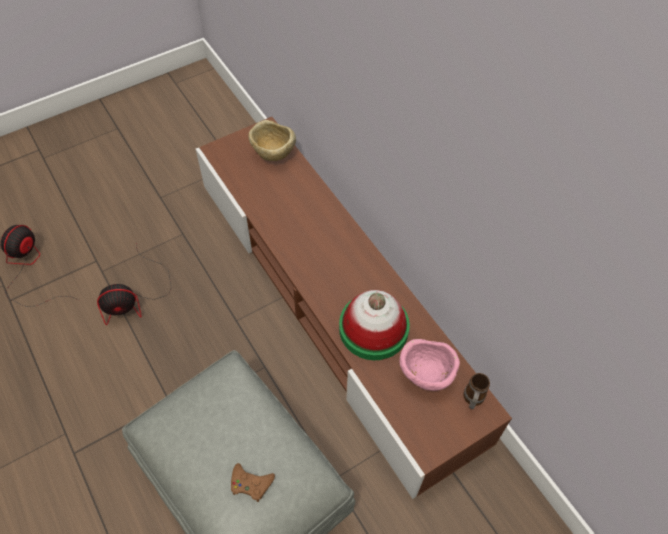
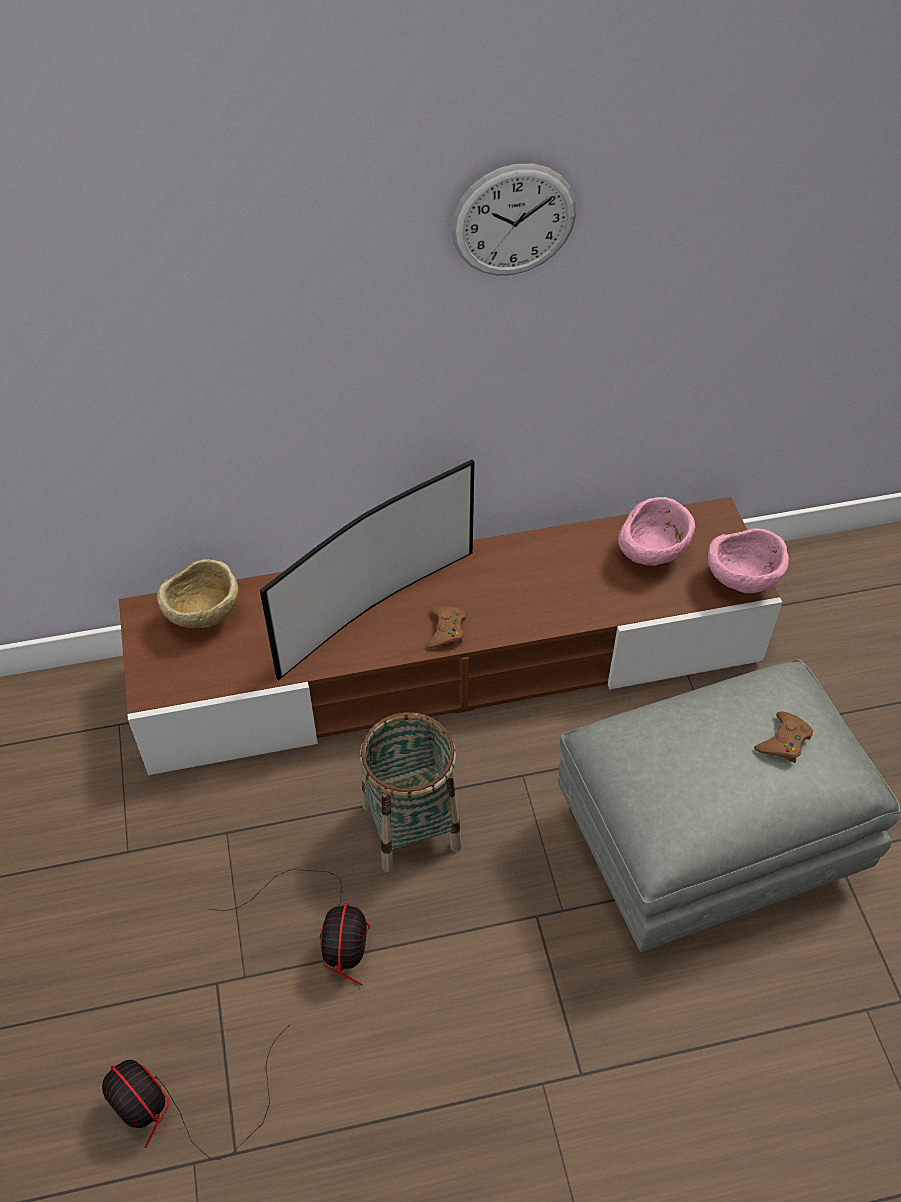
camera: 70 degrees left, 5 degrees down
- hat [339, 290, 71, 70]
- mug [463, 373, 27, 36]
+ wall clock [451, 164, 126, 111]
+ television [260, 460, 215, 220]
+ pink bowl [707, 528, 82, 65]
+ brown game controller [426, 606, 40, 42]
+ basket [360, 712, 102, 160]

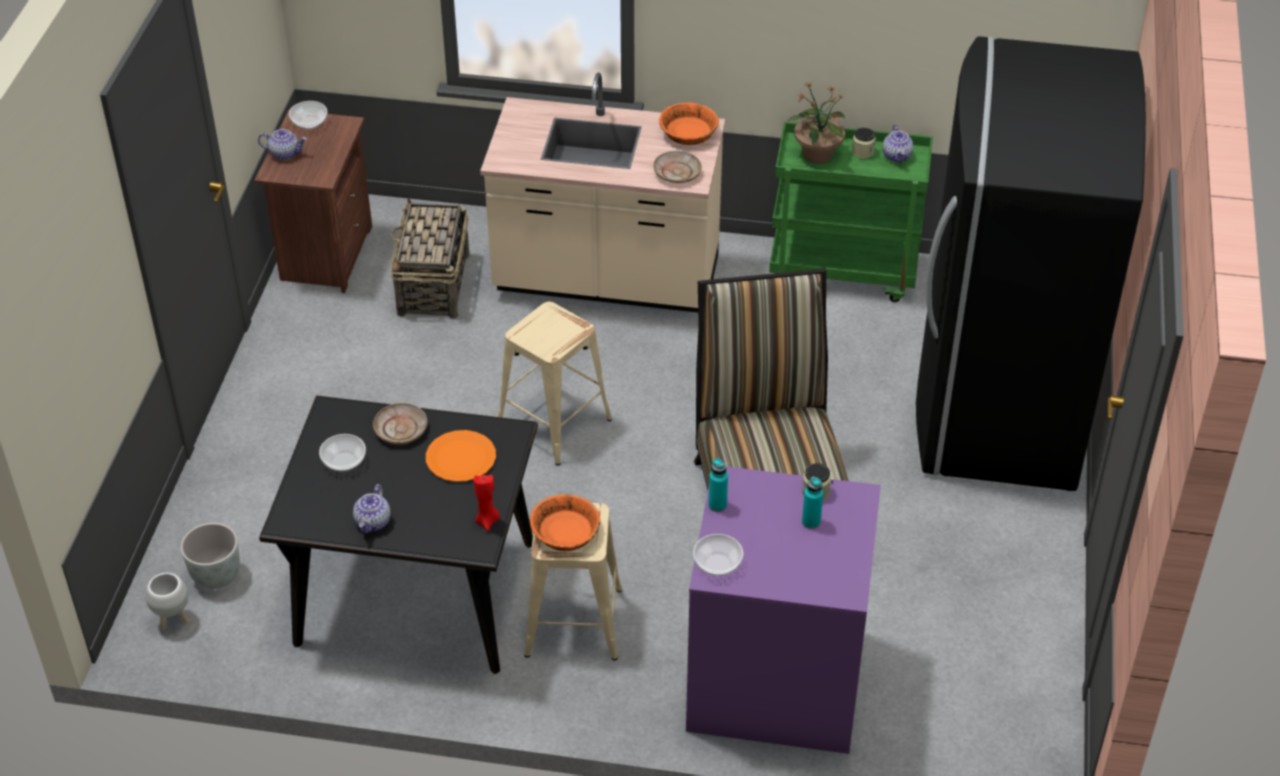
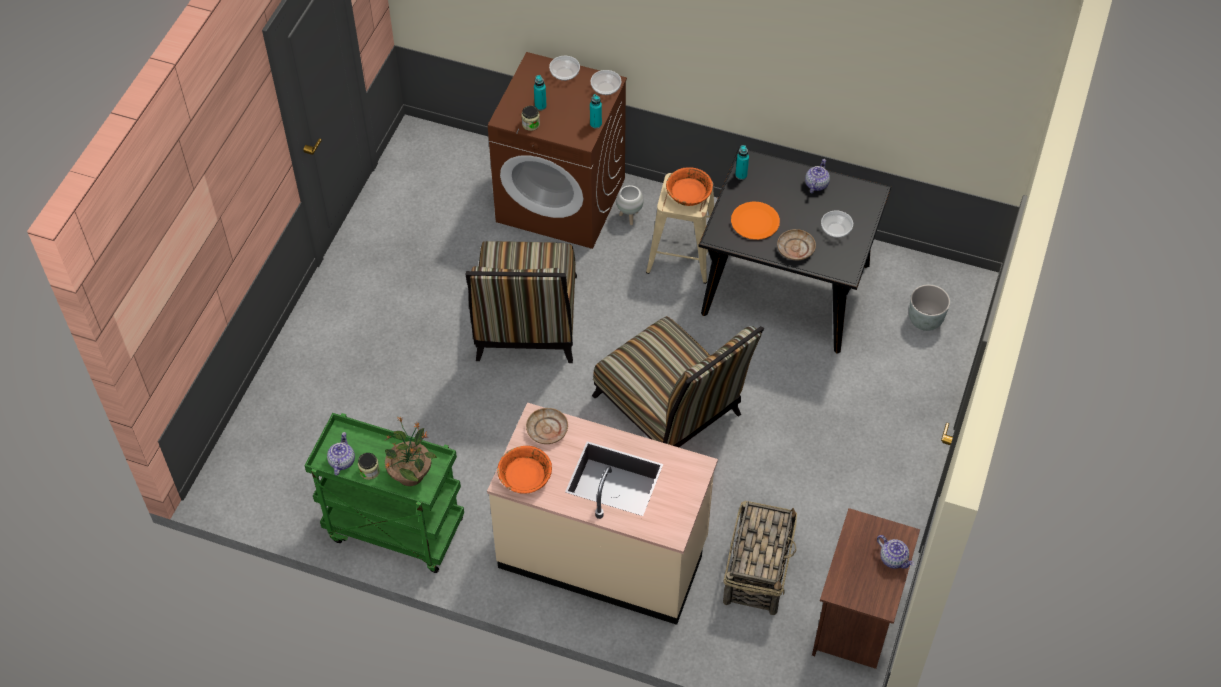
camera: 170 degrees left, 10 degrees up
- black fridge [916, 36, 230, 455]
~ bowl [289, 101, 38, 29] to [549, 56, 31, 25]
~ teapot [258, 129, 49, 31] = [877, 535, 37, 34] 150 degrees counterclockwise
~ beige stool [498, 302, 114, 164] to chair [592, 316, 172, 131]
~ purple washing machine [686, 466, 195, 288] to brown washing machine [488, 52, 139, 197]
~ red candle [473, 475, 26, 57] to turquoise bottle [735, 145, 14, 35]
~ white planter [146, 573, 43, 58] to [616, 185, 28, 40]

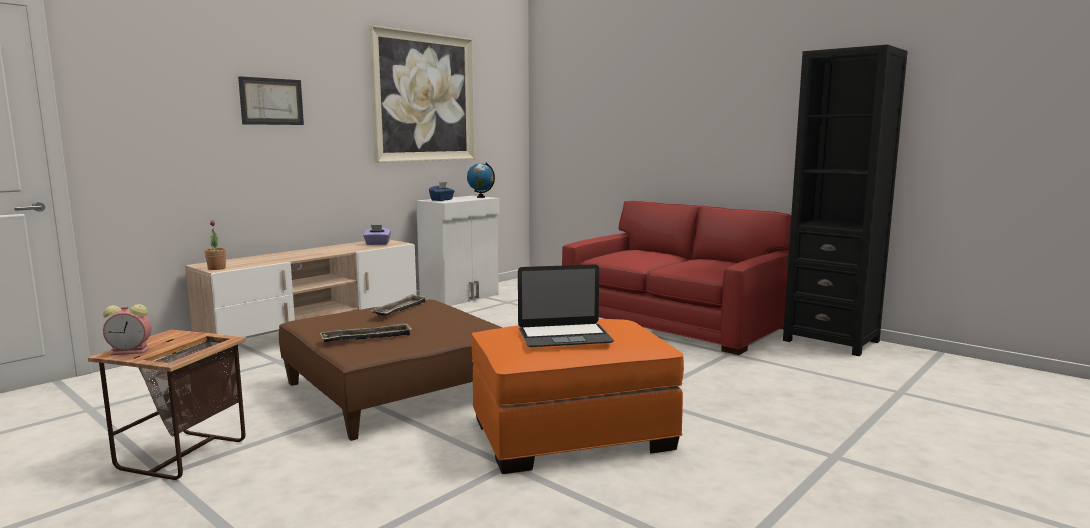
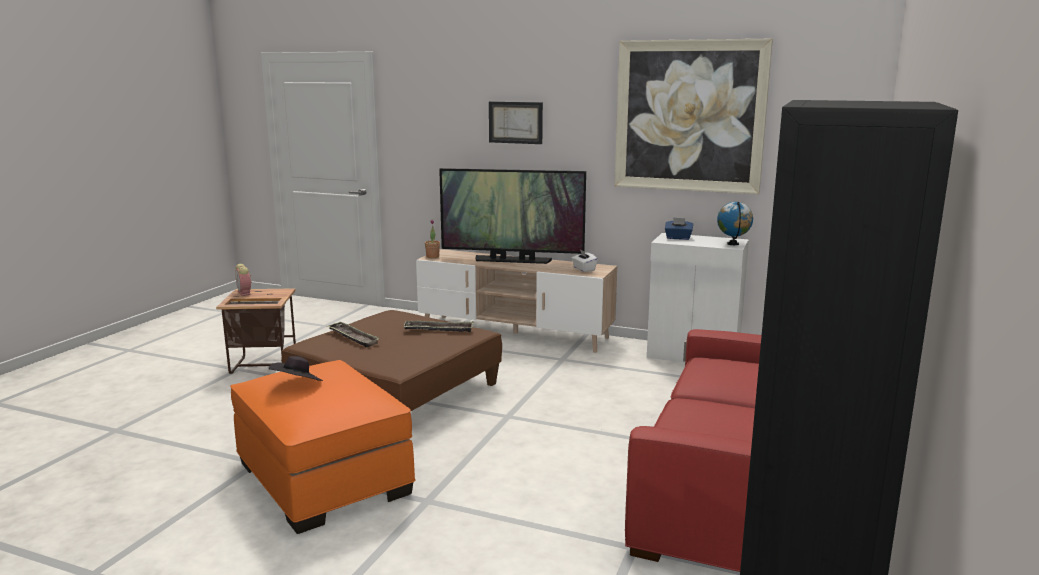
camera: 70 degrees right, 5 degrees up
~ purple tissue box [363, 225, 28, 20] to white tissue box [572, 249, 26, 23]
~ laptop [518, 264, 96, 83] to black hat [269, 356, 54, 25]
+ television [439, 168, 147, 96]

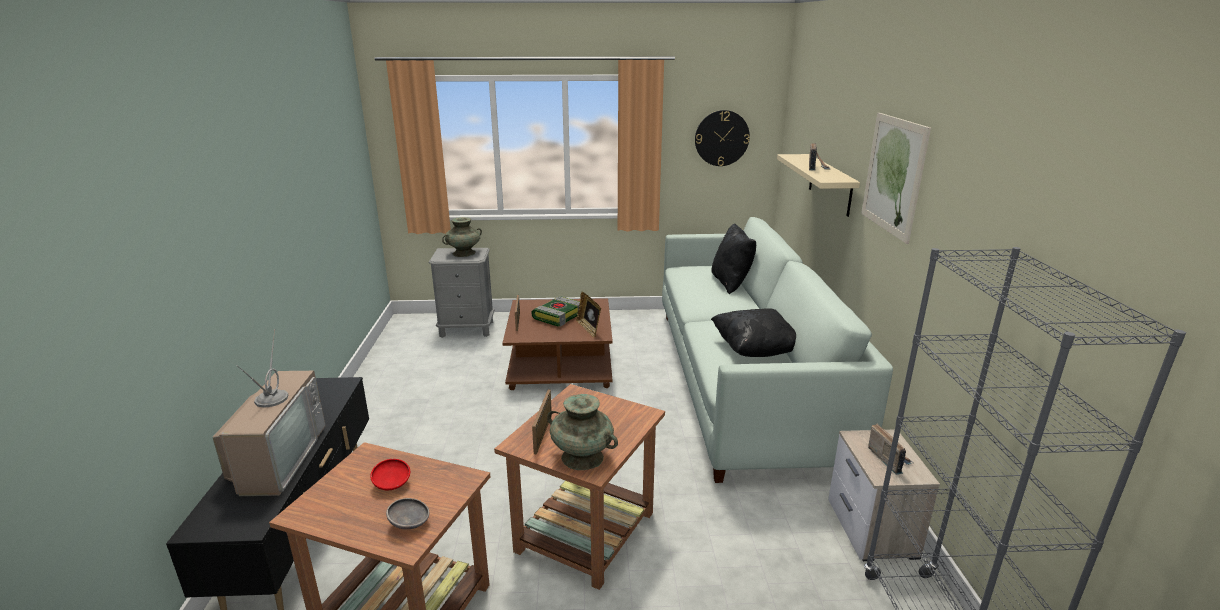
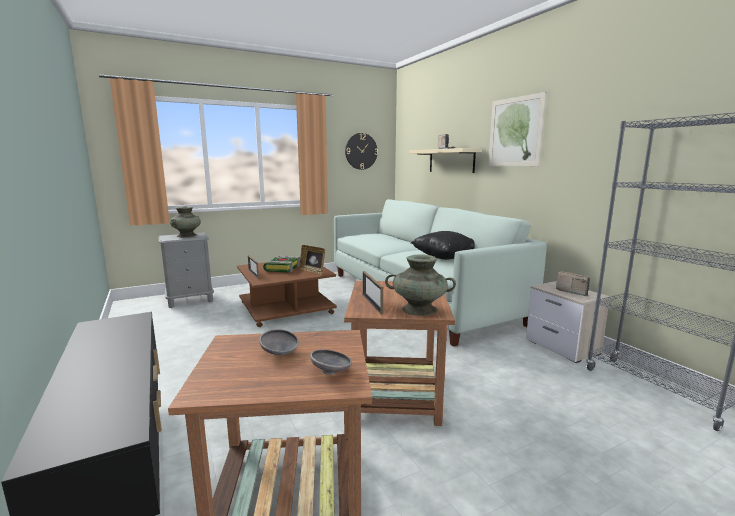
camera: 25 degrees left, 10 degrees down
- black pillow [711, 223, 45, 71]
- television [212, 329, 114, 167]
~ red bowl [370, 459, 40, 31] to grey bowl [259, 329, 40, 26]

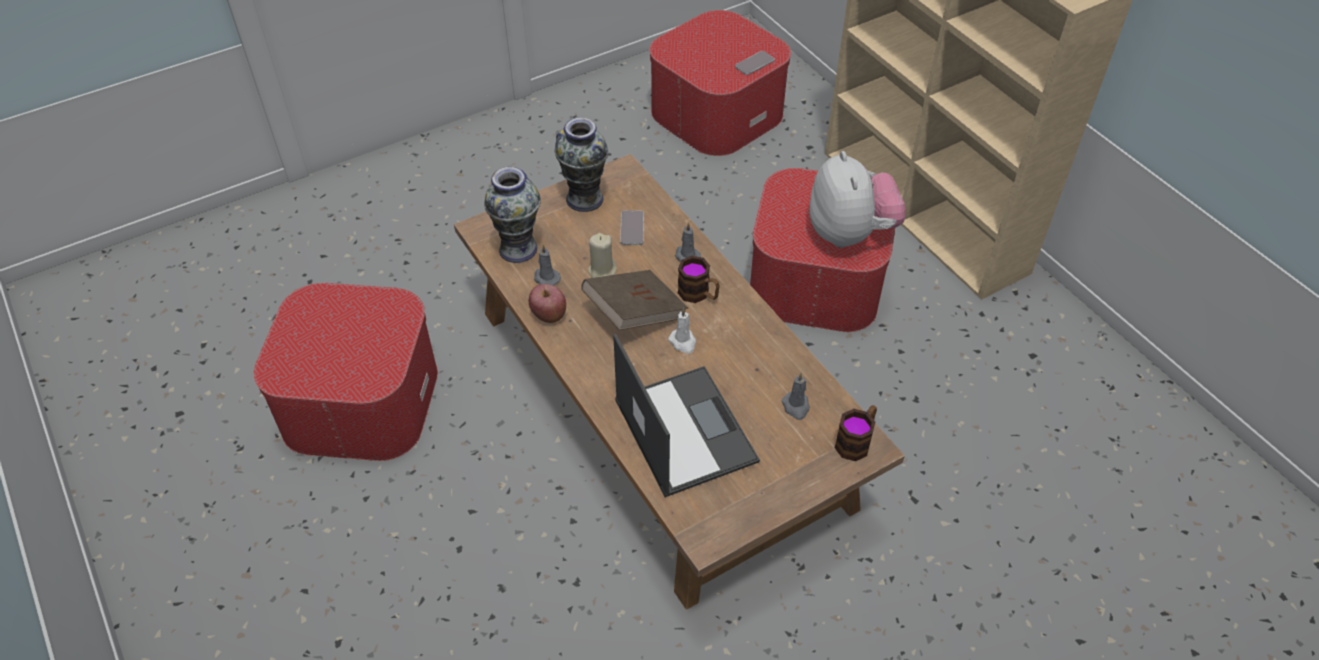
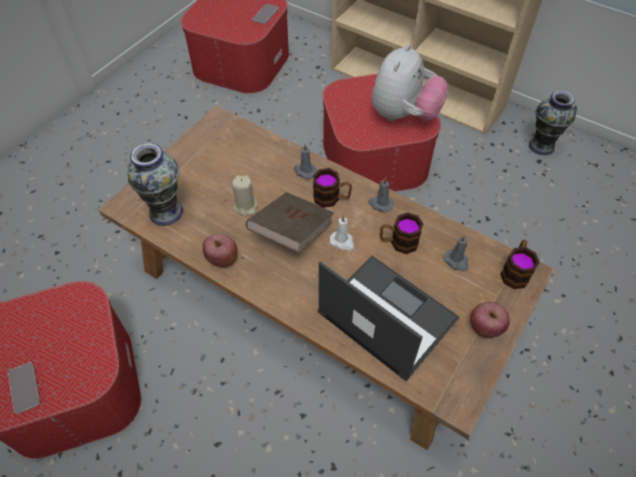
camera: 25 degrees left, 5 degrees up
~ vase [555, 118, 53, 94] to [529, 90, 48, 65]
~ plush toy [810, 151, 96, 97] = [372, 43, 76, 78] 60 degrees clockwise
~ phone [620, 210, 24, 35] to [8, 362, 32, 52]
~ grey candle [534, 245, 27, 41] to [368, 177, 26, 36]
+ mug [380, 212, 43, 42]
+ apple [470, 302, 40, 36]

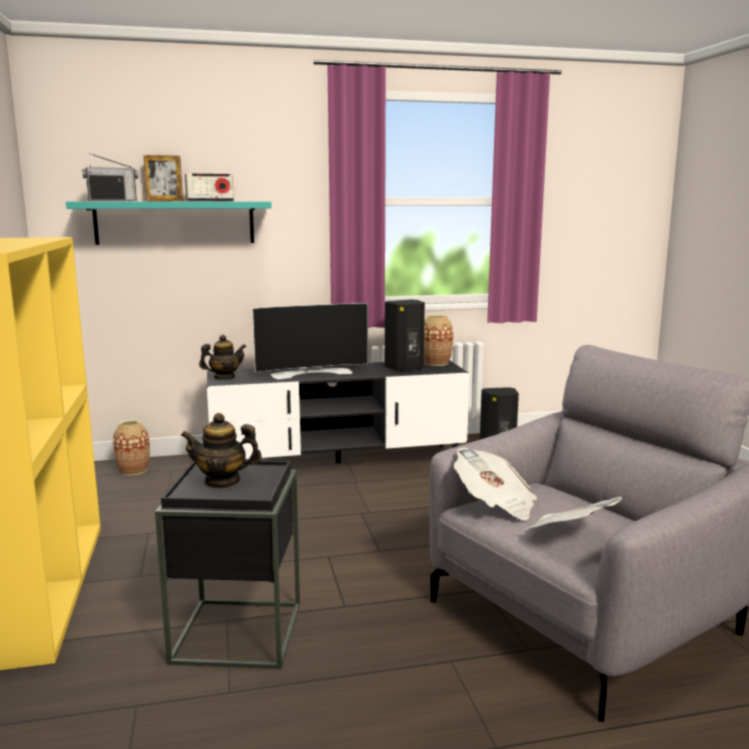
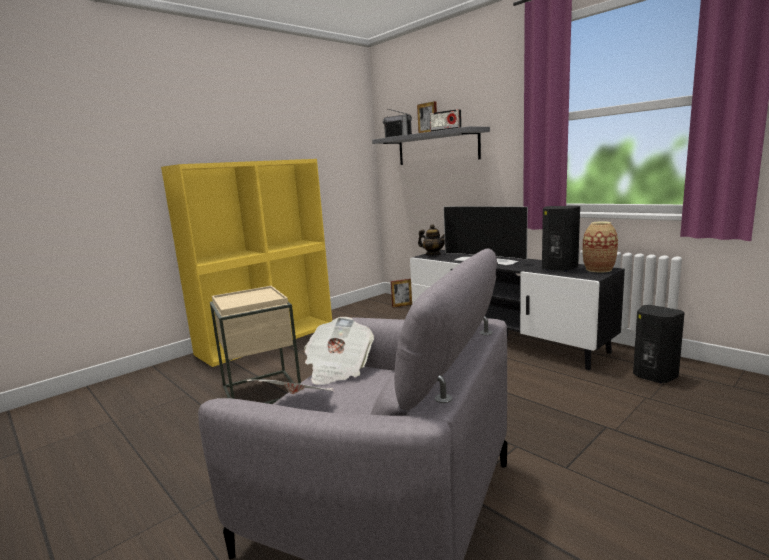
camera: 60 degrees right, 0 degrees up
~ turquoise shelf [66, 202, 206, 43] to grey shelf [372, 126, 118, 39]
- teapot [181, 413, 81, 76]
~ vase [113, 419, 37, 56] to picture frame [391, 279, 21, 28]
~ black side table [155, 460, 145, 209] to beige side table [210, 286, 91, 118]

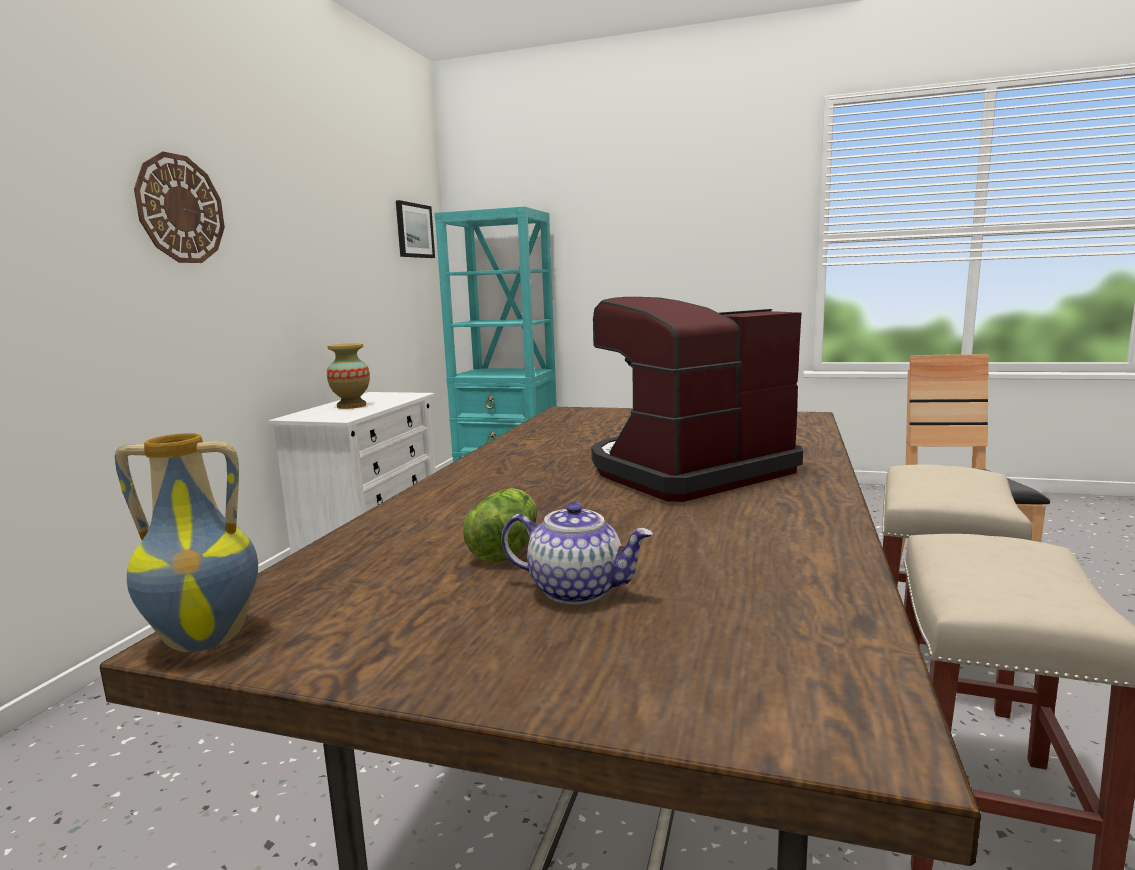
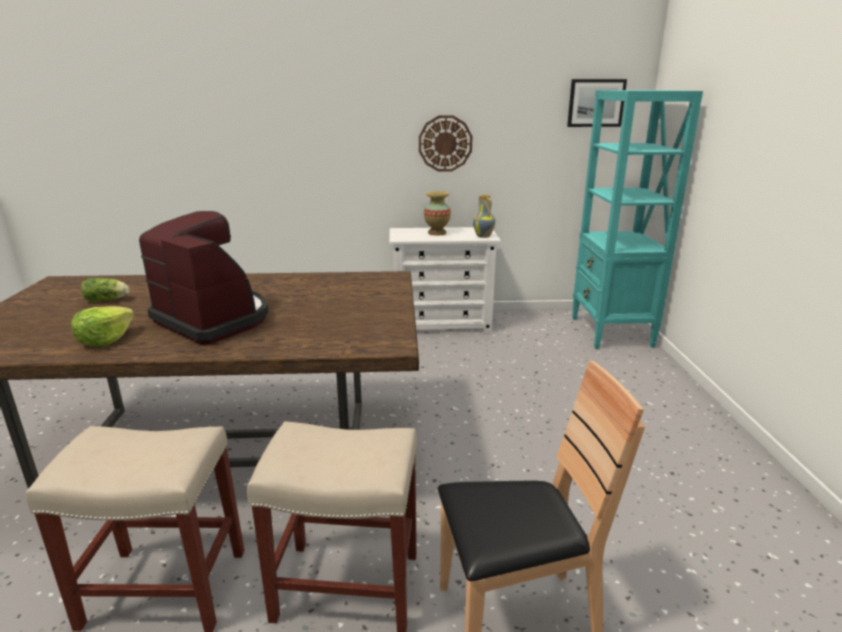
camera: 70 degrees right, 10 degrees up
~ wall clock [134, 152, 91, 111] to [419, 115, 54, 56]
~ vase [115, 433, 143, 219] to [473, 195, 23, 43]
- teapot [501, 502, 152, 102]
+ lettuce [71, 306, 63, 41]

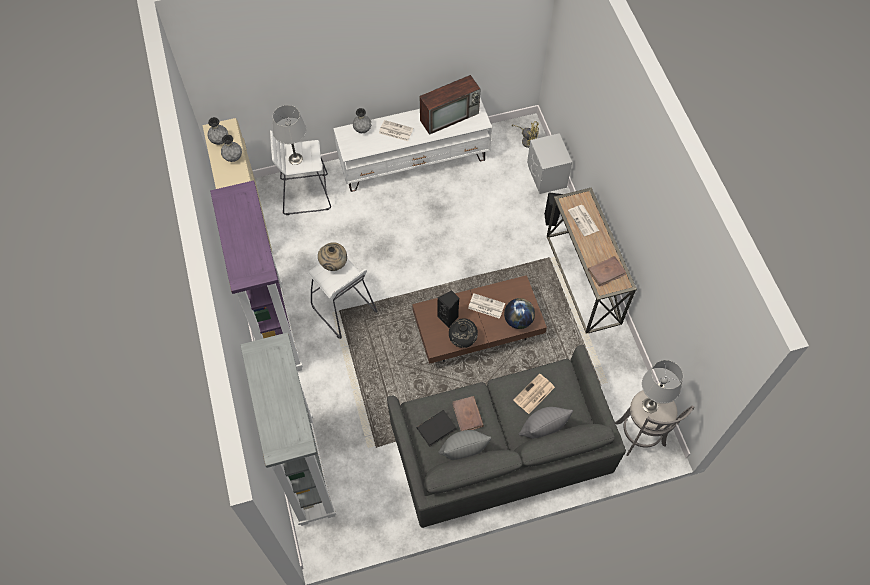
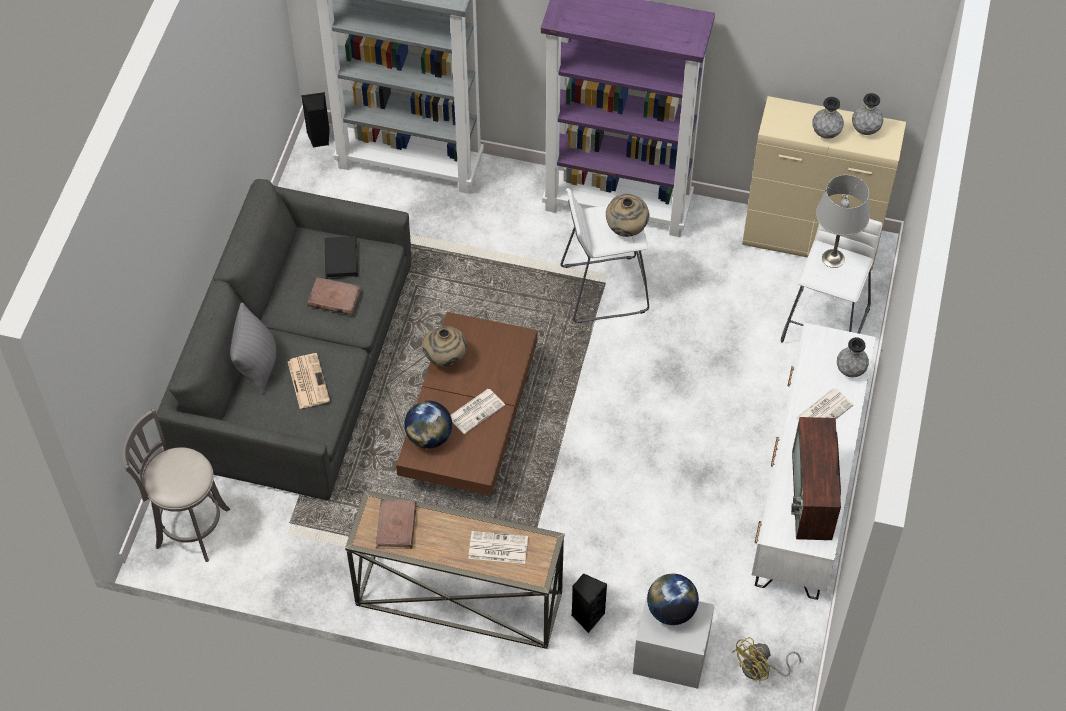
camera: 120 degrees right, 5 degrees down
~ black speaker [437, 290, 22, 38] to [301, 92, 29, 56]
~ black vase [449, 318, 29, 30] to beige vase [422, 326, 45, 41]
- grey table lamp [642, 360, 41, 53]
- grey pillow [438, 430, 53, 30]
+ globe [647, 574, 52, 51]

